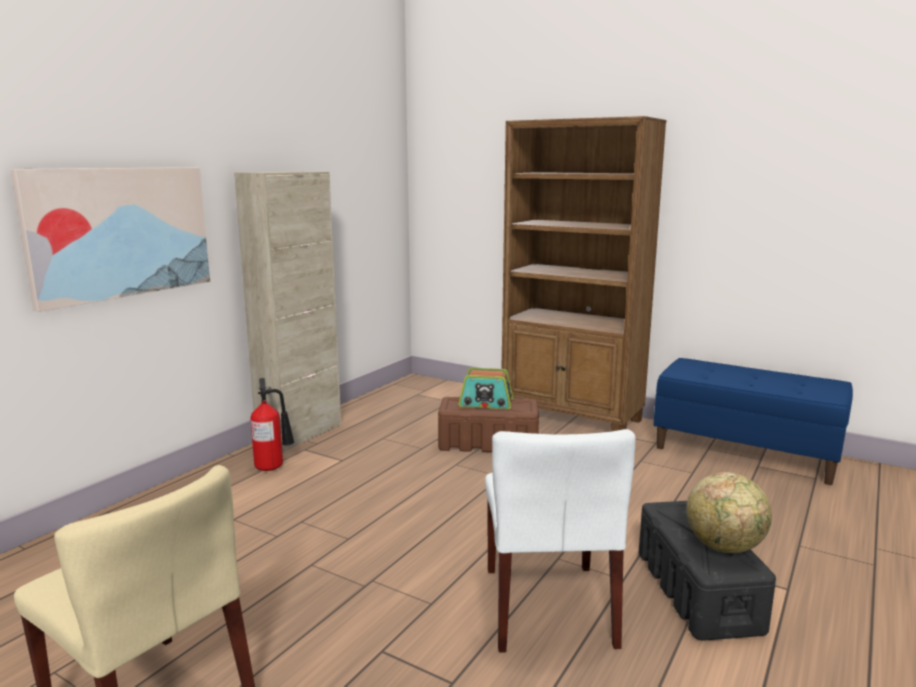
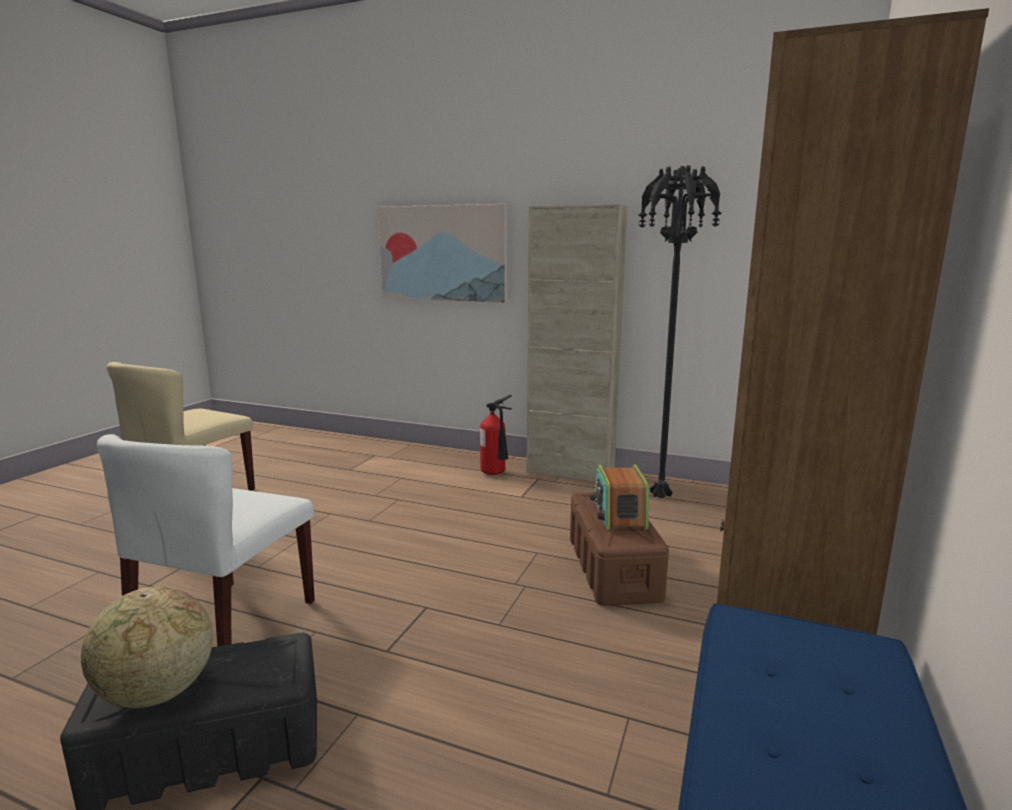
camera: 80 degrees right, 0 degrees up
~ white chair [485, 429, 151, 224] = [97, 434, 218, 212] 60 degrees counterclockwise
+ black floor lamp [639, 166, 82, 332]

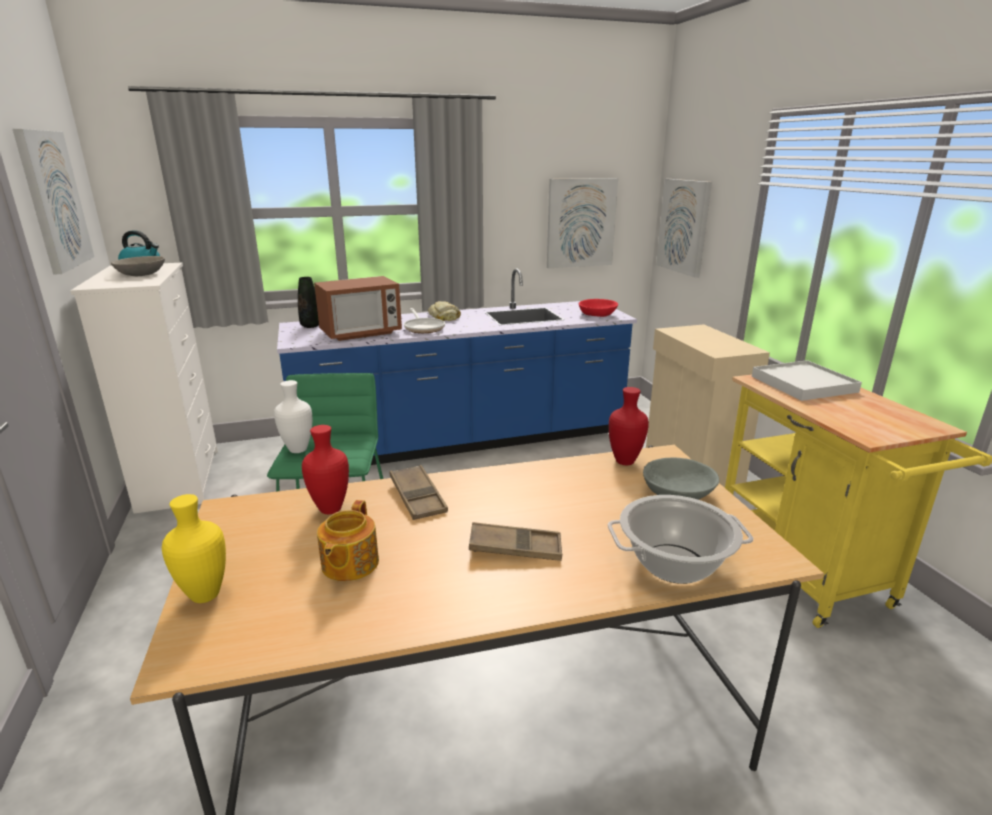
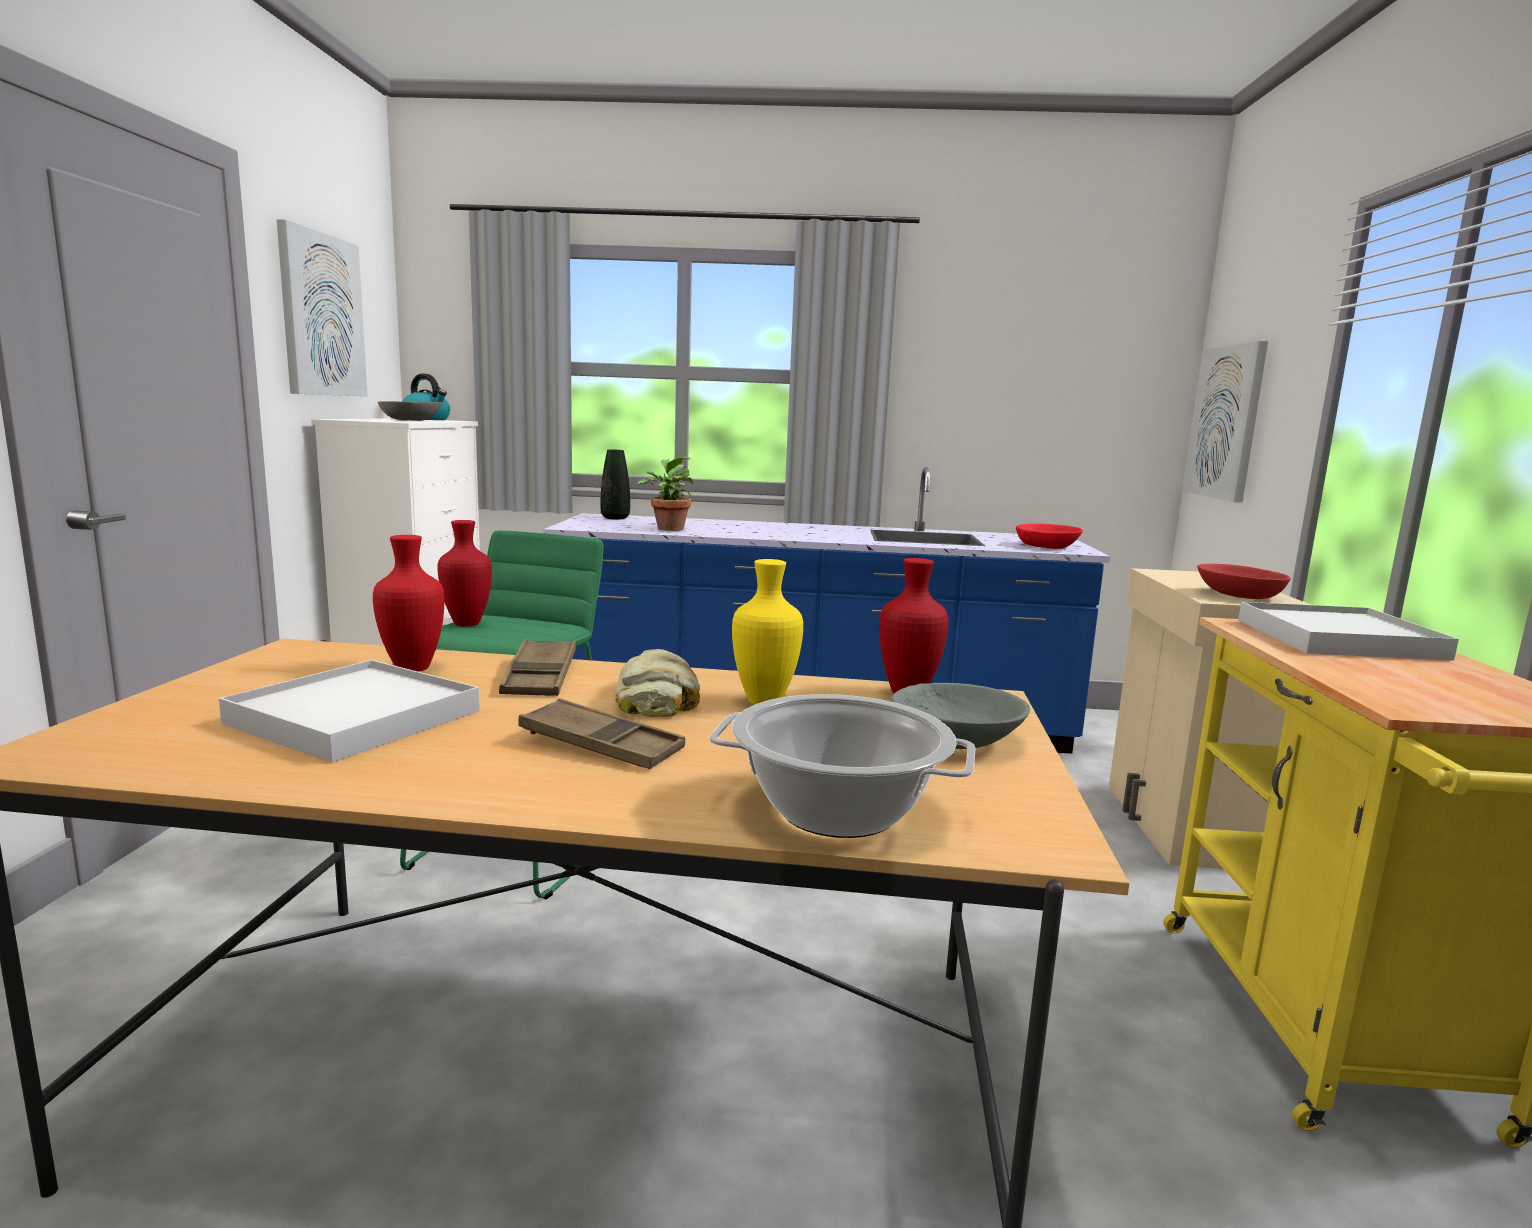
camera: 20 degrees right, 10 degrees down
- picture [547, 178, 71, 90]
~ microwave [314, 276, 88, 65] to potted plant [638, 456, 56, 75]
~ bread [428, 301, 33, 20] to [615, 649, 85, 68]
- frying pan [404, 308, 41, 25]
~ white vase [274, 380, 38, 73] to red vase [437, 520, 55, 106]
~ yellow vase [162, 494, 64, 109] to [732, 559, 71, 146]
~ teapot [317, 500, 62, 81] to white tray [219, 660, 260, 103]
+ red bowl [1197, 564, 94, 35]

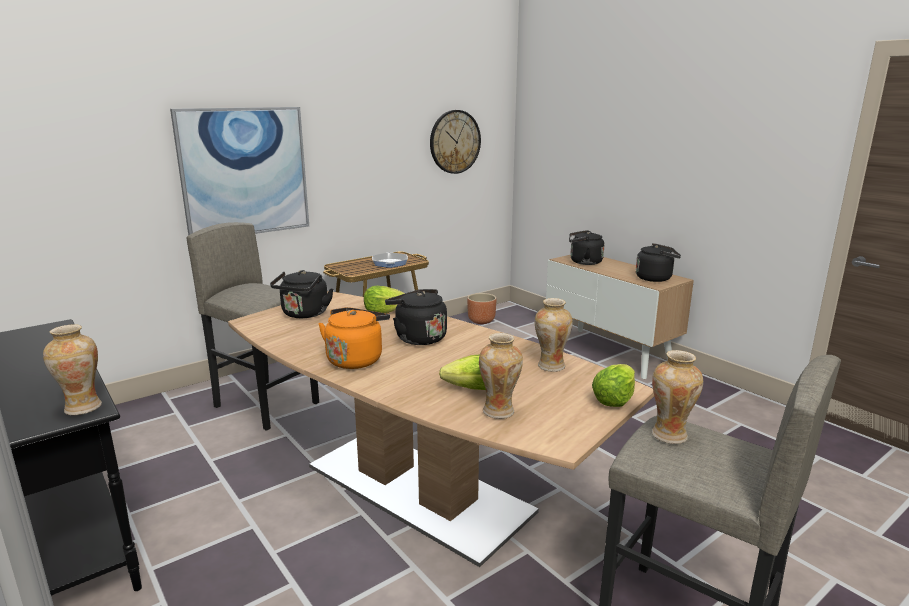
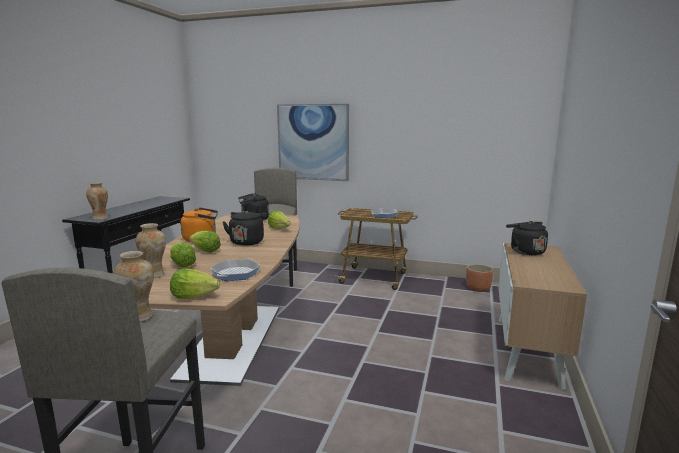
camera: 55 degrees right, 5 degrees down
- wall clock [430, 110, 51, 64]
- black kettle [636, 243, 45, 39]
~ vase [535, 298, 38, 74] to frying pan [210, 259, 51, 22]
+ lettuce [189, 231, 32, 22]

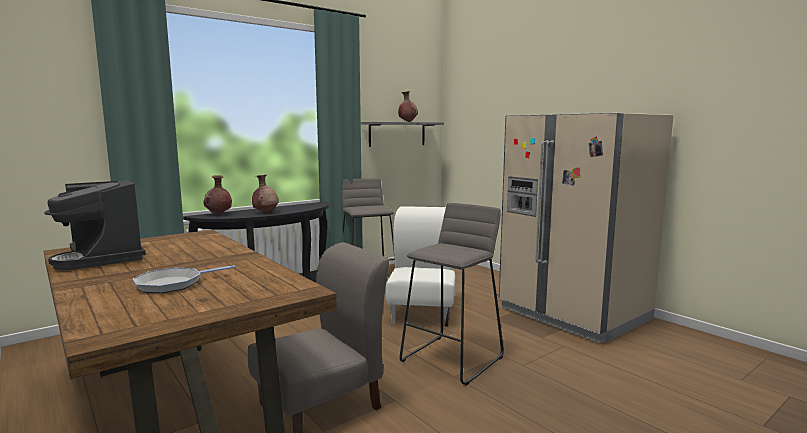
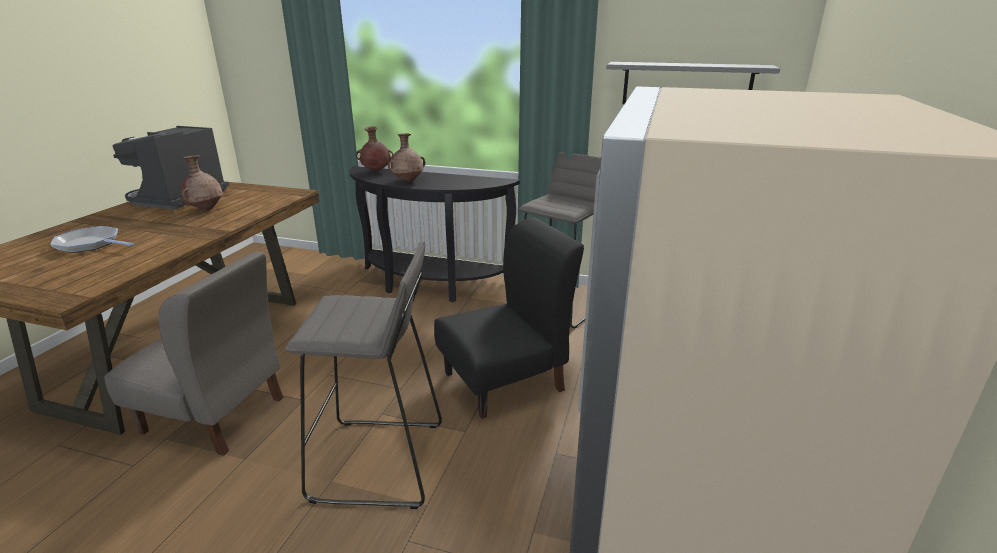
camera: 55 degrees right, 15 degrees up
~ brown vase [398, 91, 20, 31] to [181, 155, 42, 55]
~ white chair [385, 206, 71, 120] to black chair [434, 217, 150, 202]

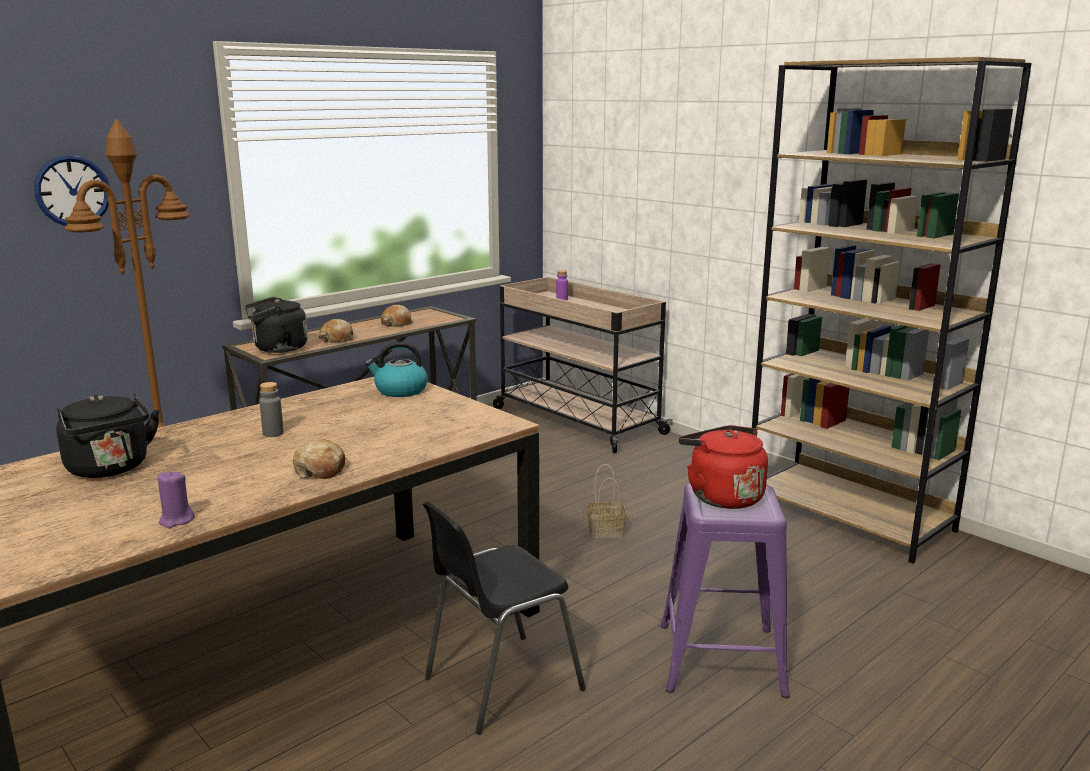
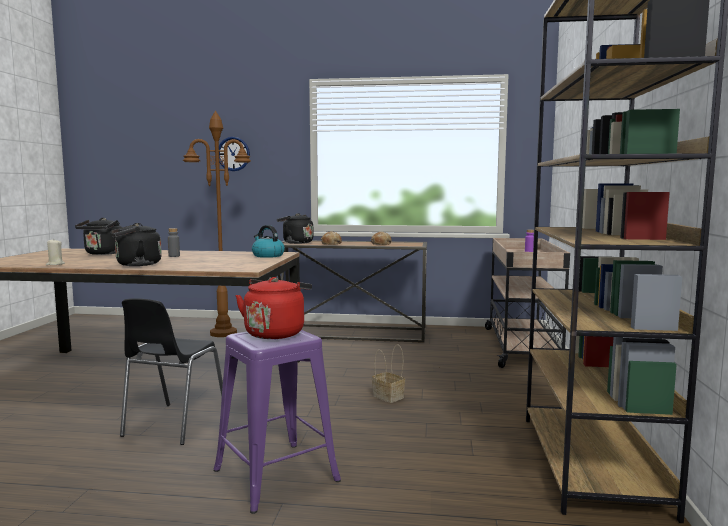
camera: 50 degrees right, 10 degrees down
~ bread [293, 439, 52, 40] to black kettle [111, 223, 51, 43]
~ purple candle [158, 471, 37, 57] to beige candle [46, 239, 19, 26]
~ black chair [423, 501, 163, 234] = [120, 298, 103, 147] 90 degrees counterclockwise

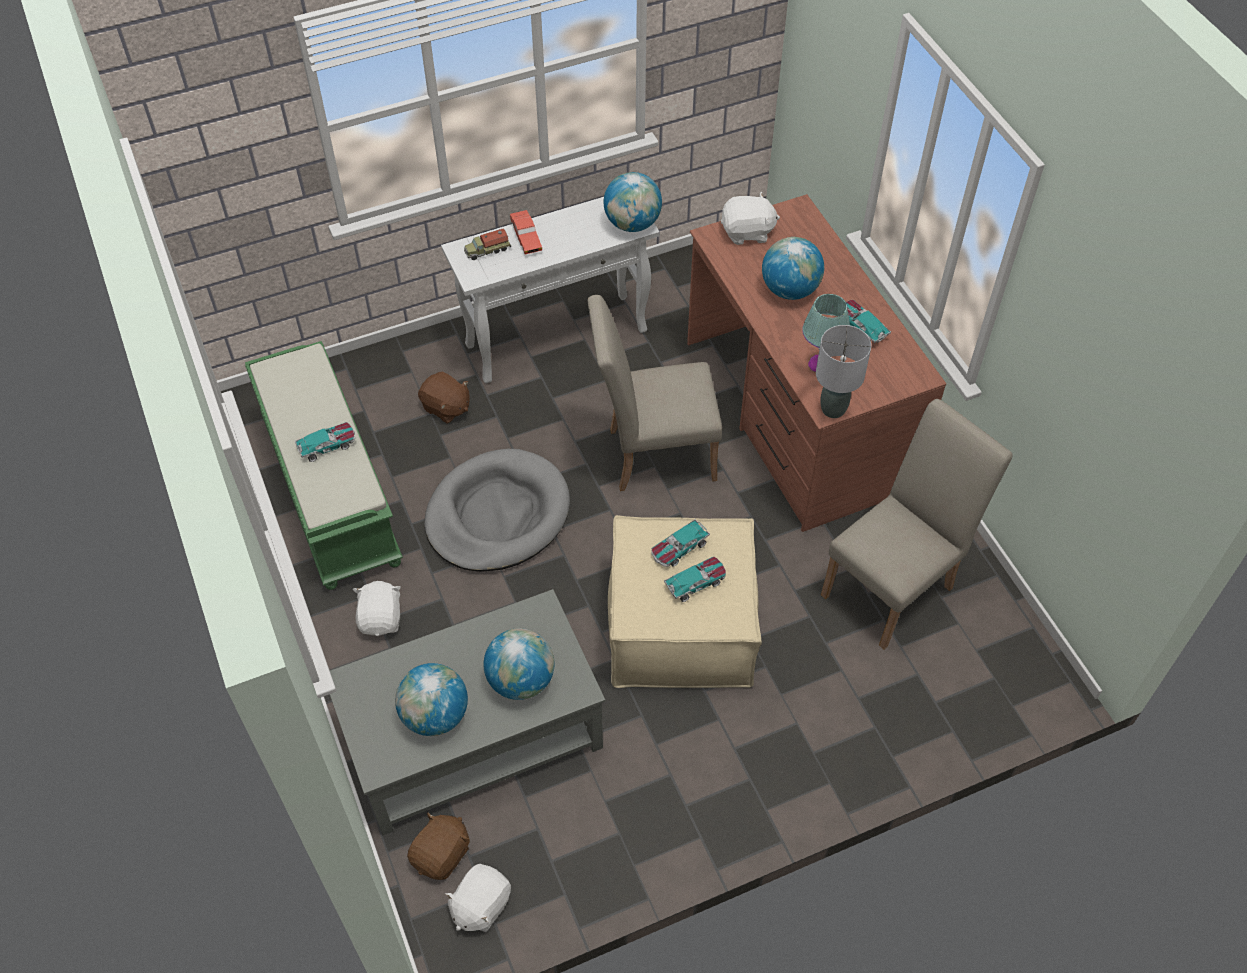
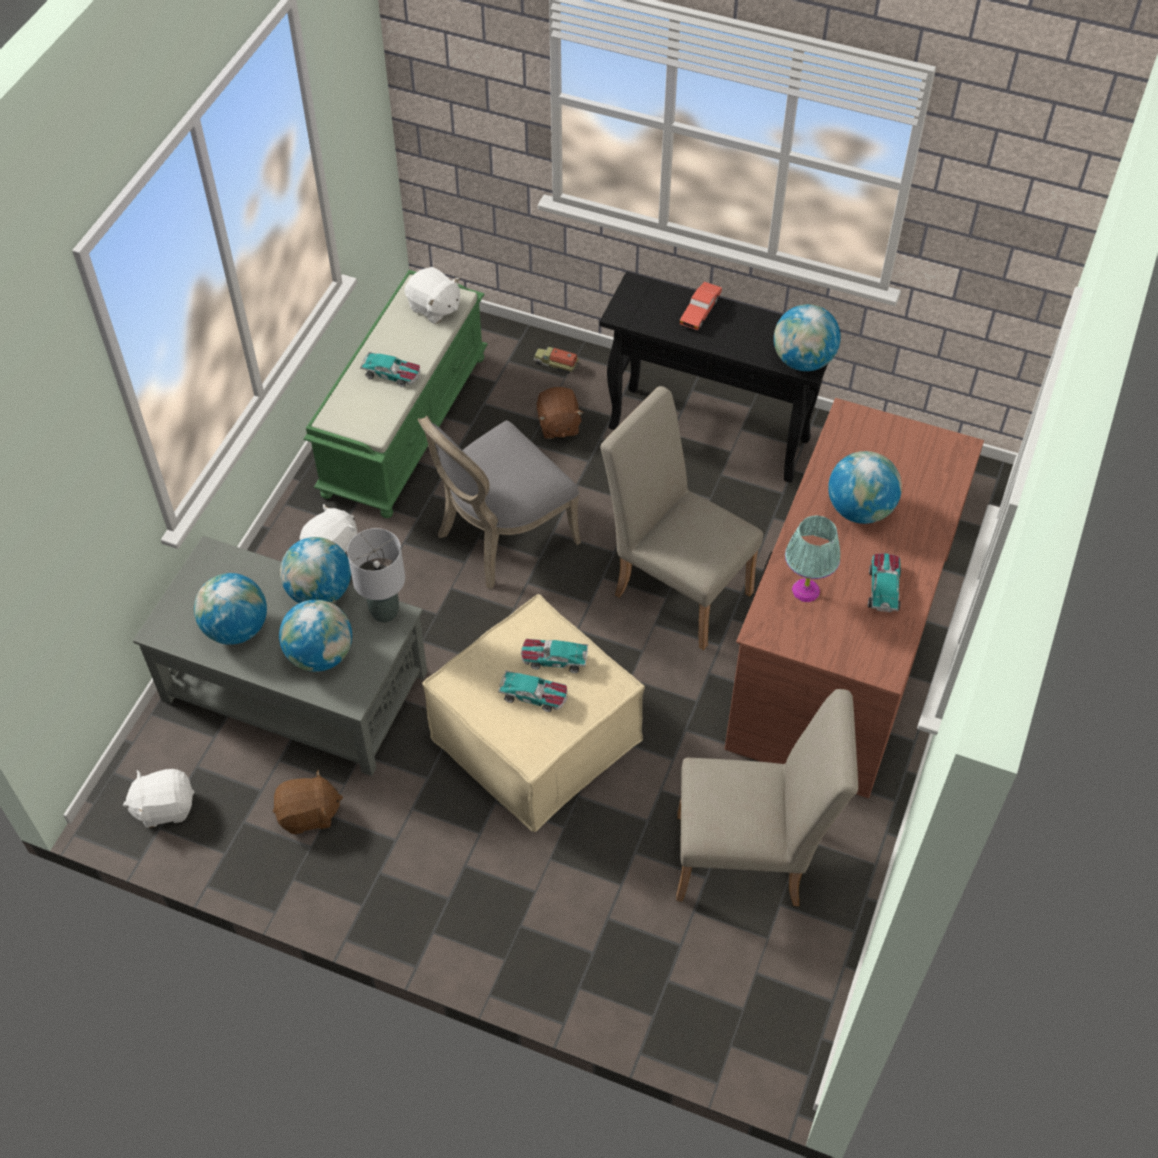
camera: 45 degrees right, 0 degrees up
~ white plush toy [721, 192, 59, 53] to [404, 267, 56, 57]
~ white console table [441, 197, 219, 187] to black console table [599, 272, 242, 211]
~ toy truck [464, 228, 47, 32] to [534, 347, 46, 27]
~ grey table lamp [816, 325, 55, 93] to [347, 528, 58, 95]
~ grey dog bed [424, 449, 146, 123] to grey chair [418, 416, 163, 173]
~ brown plush toy [407, 813, 63, 67] to [273, 769, 70, 65]
+ globe [280, 537, 71, 66]

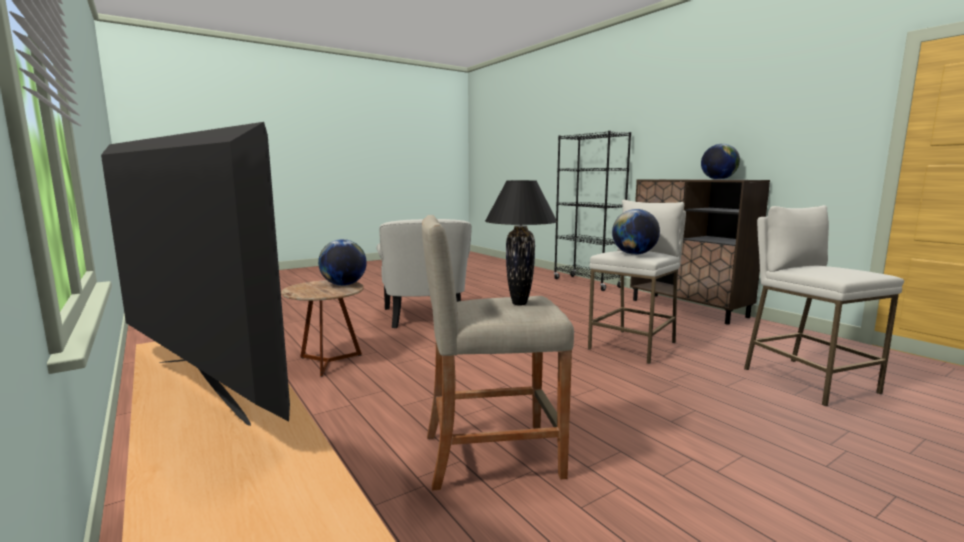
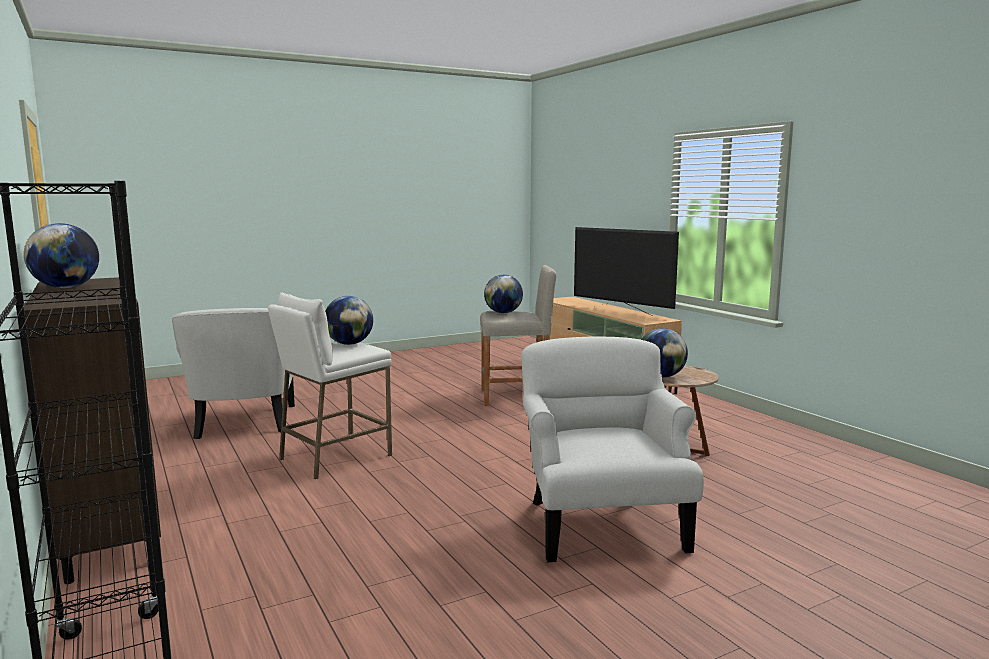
camera: 175 degrees left, 0 degrees up
~ black table lamp [485, 180, 73, 126] to globe [484, 275, 39, 38]
~ white stool [744, 205, 160, 201] to white armchair [172, 308, 123, 131]

